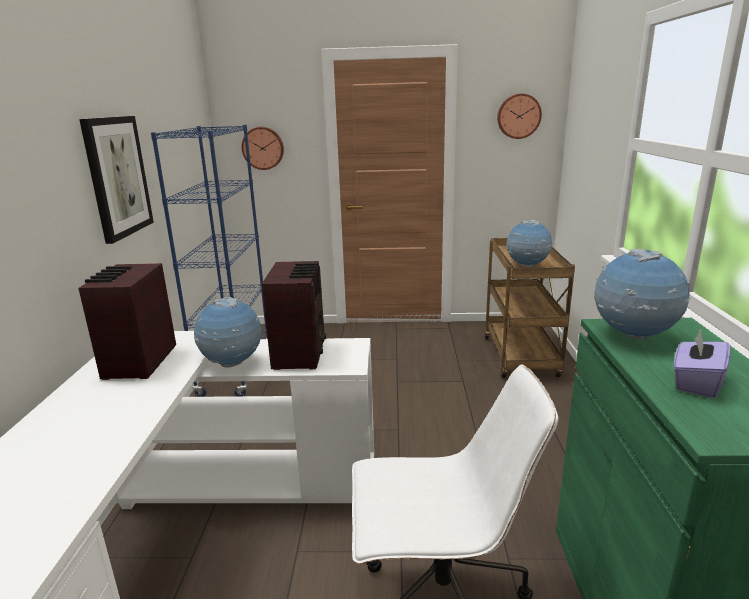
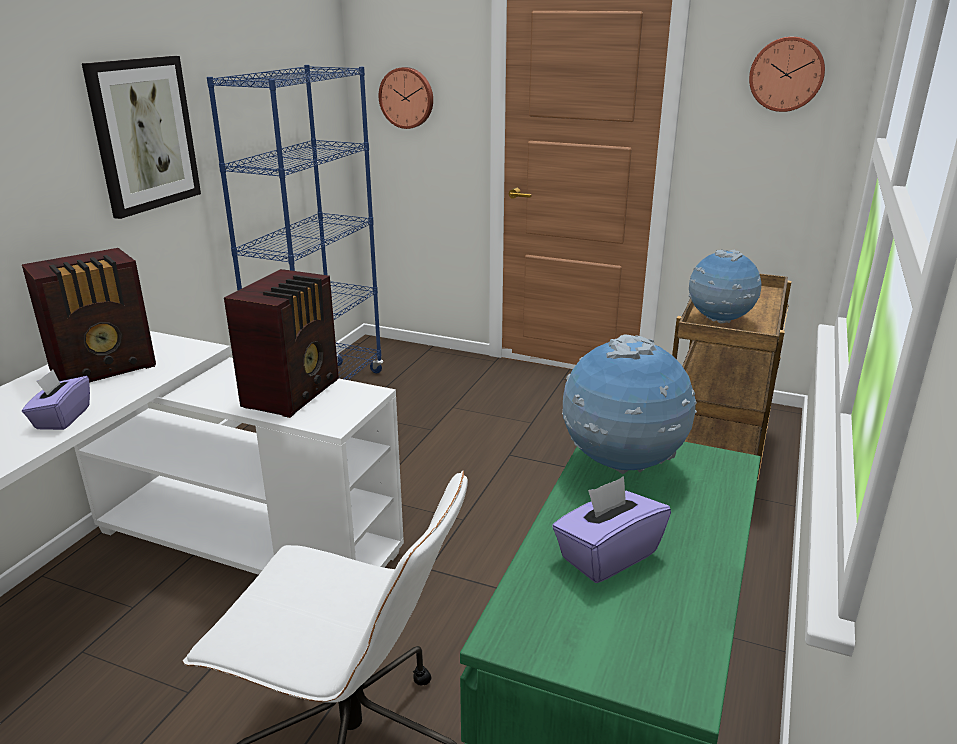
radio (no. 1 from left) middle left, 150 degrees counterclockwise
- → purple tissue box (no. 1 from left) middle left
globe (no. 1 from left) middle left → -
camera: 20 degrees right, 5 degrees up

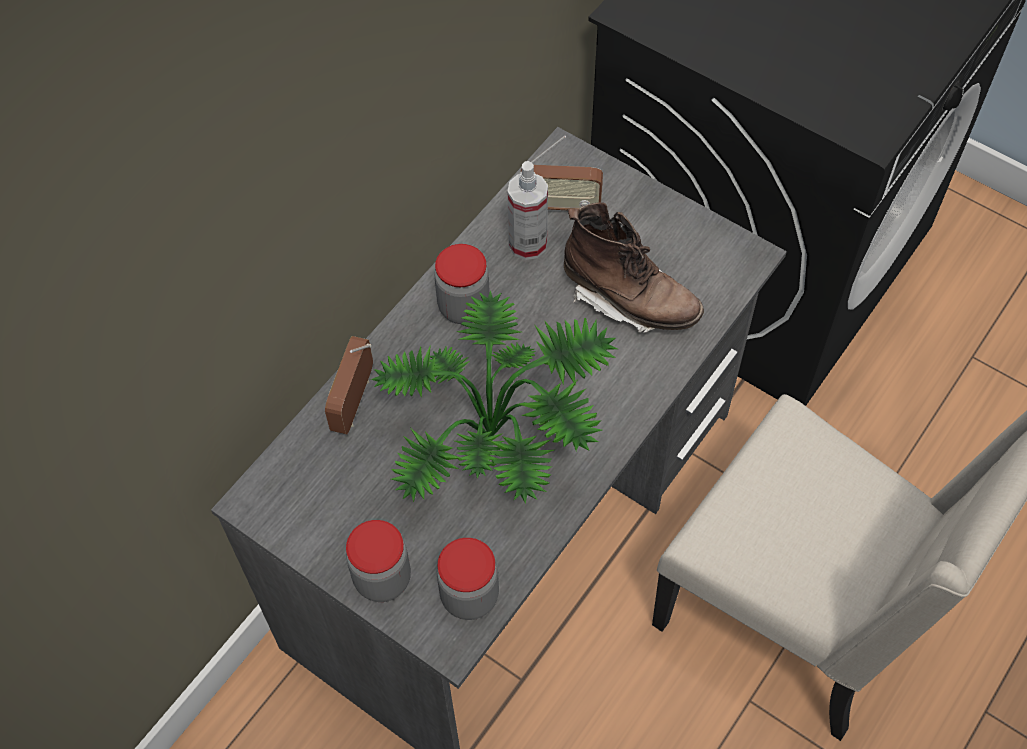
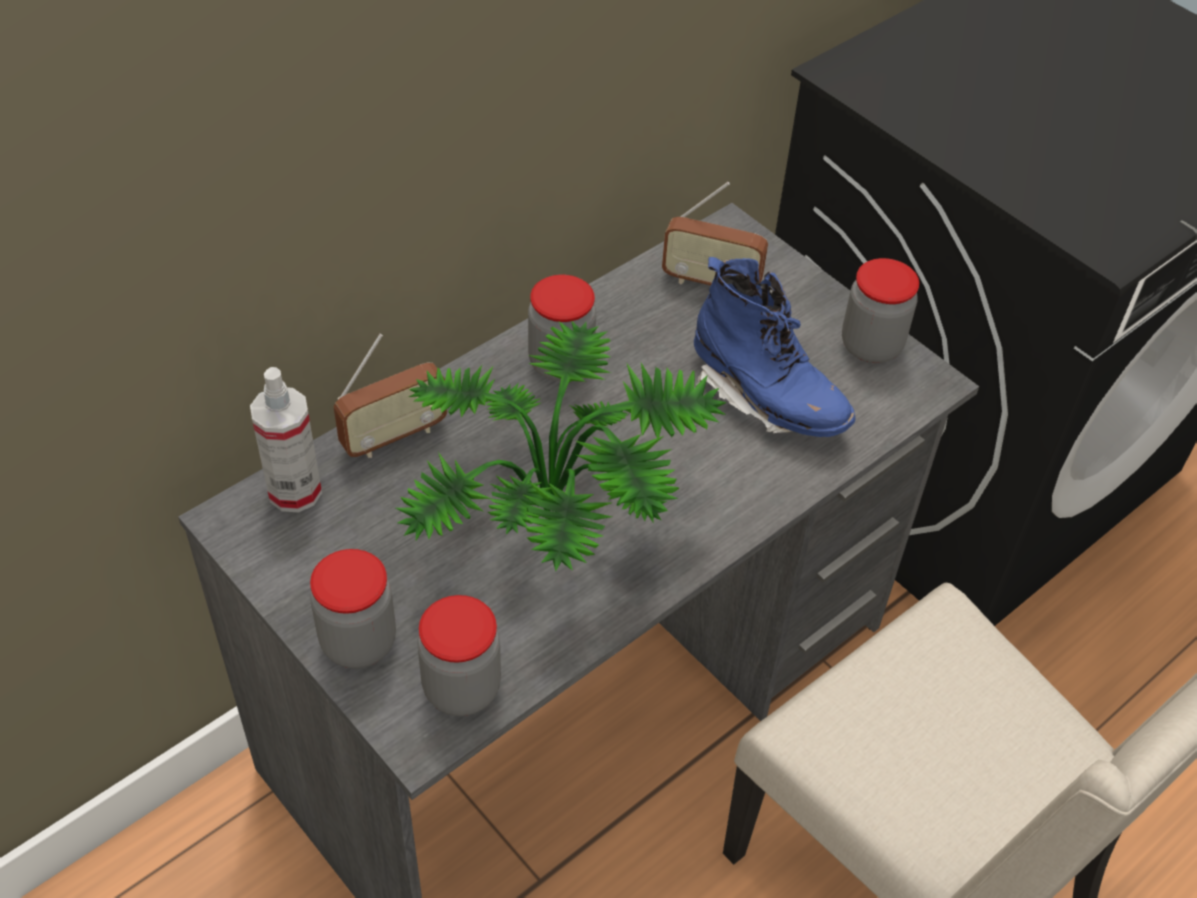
spray bottle top centre → spray bottle middle left, relocated
radio (no. 1 from left) centre → radio (no. 1 from left) middle left, 150 degrees counterclockwise
brown boot centre → blue boot centre
- → jar (no. 4 from left) middle right
camera: 10 degrees right, 10 degrees down

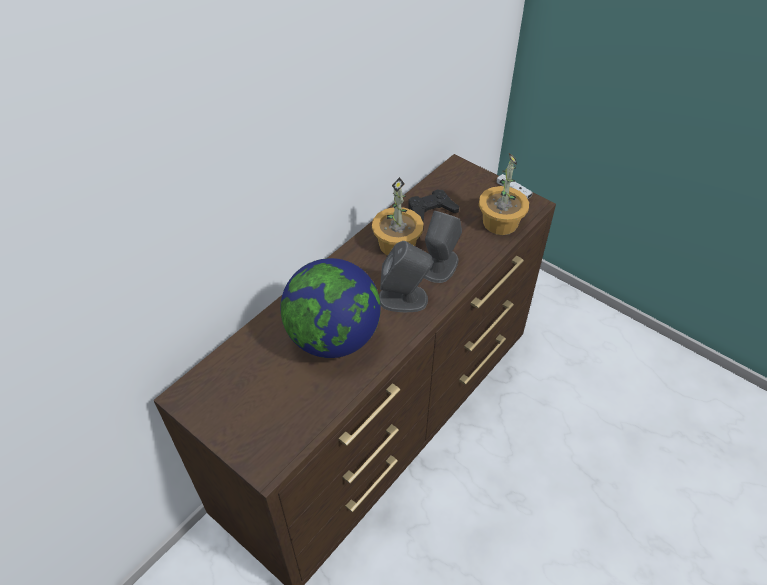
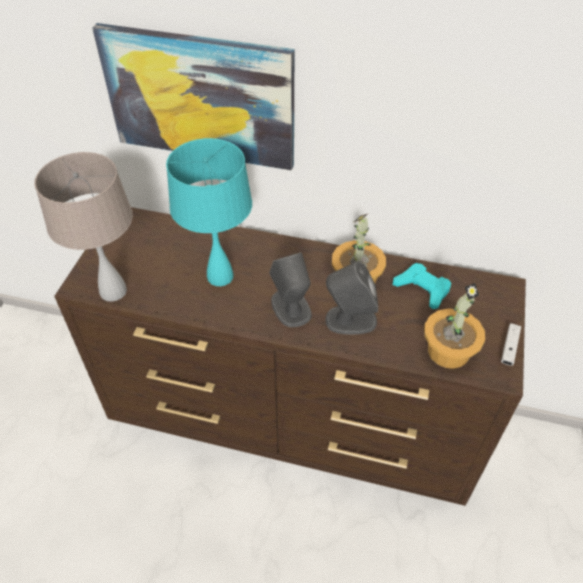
- → beige table lamp middle left
- → picture top left
globe centre → turquoise table lamp centre
black game controller centre → turquoise game controller middle right
camera: 65 degrees right, 0 degrees up

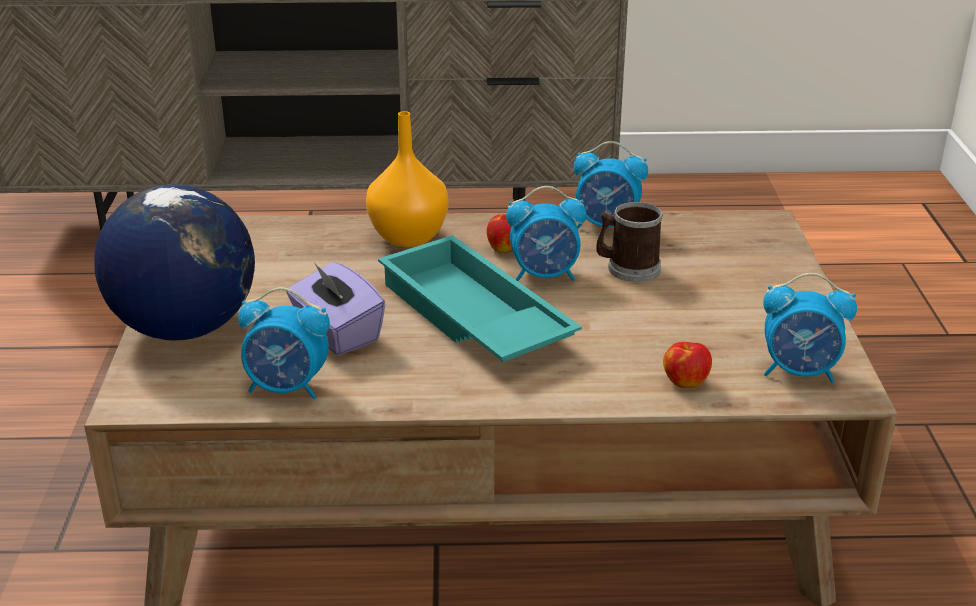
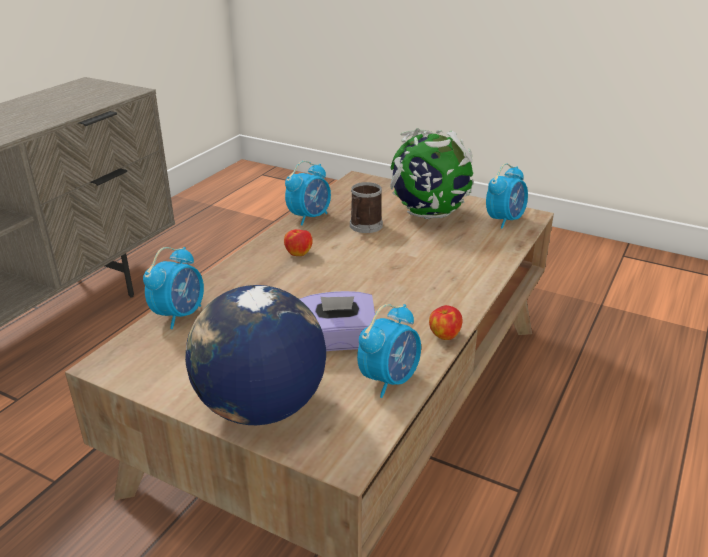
alarm clock (no. 2 from left in the first image) centre → alarm clock (no. 1 from left) middle left, relocated
- → globe (no. 2 from left) top centre
apple (no. 2 from left) middle right → apple (no. 2 from left) centre, relocated
orange vase top centre → -
turquoise tray centre → -
camera: 60 degrees left, 0 degrees up

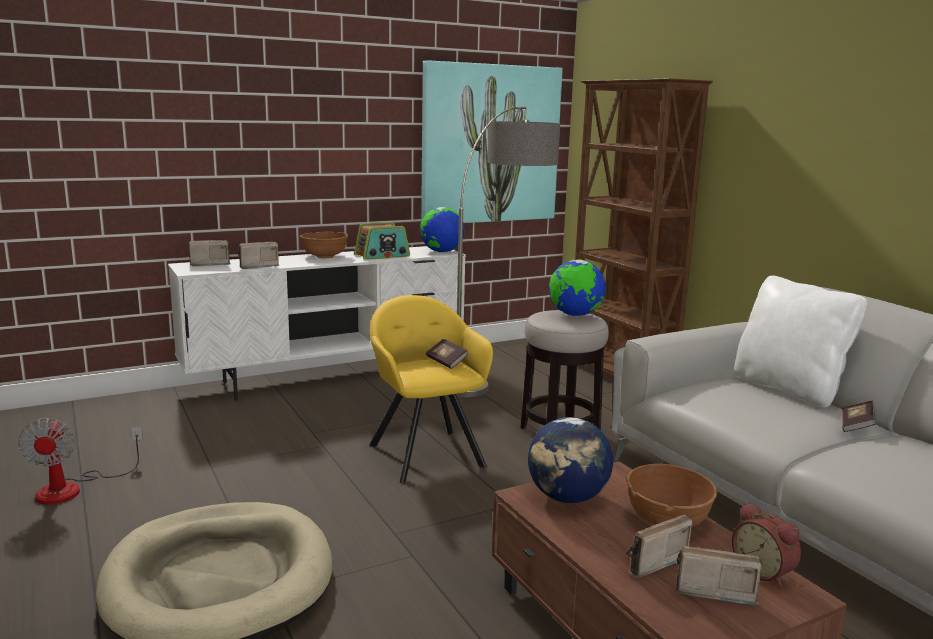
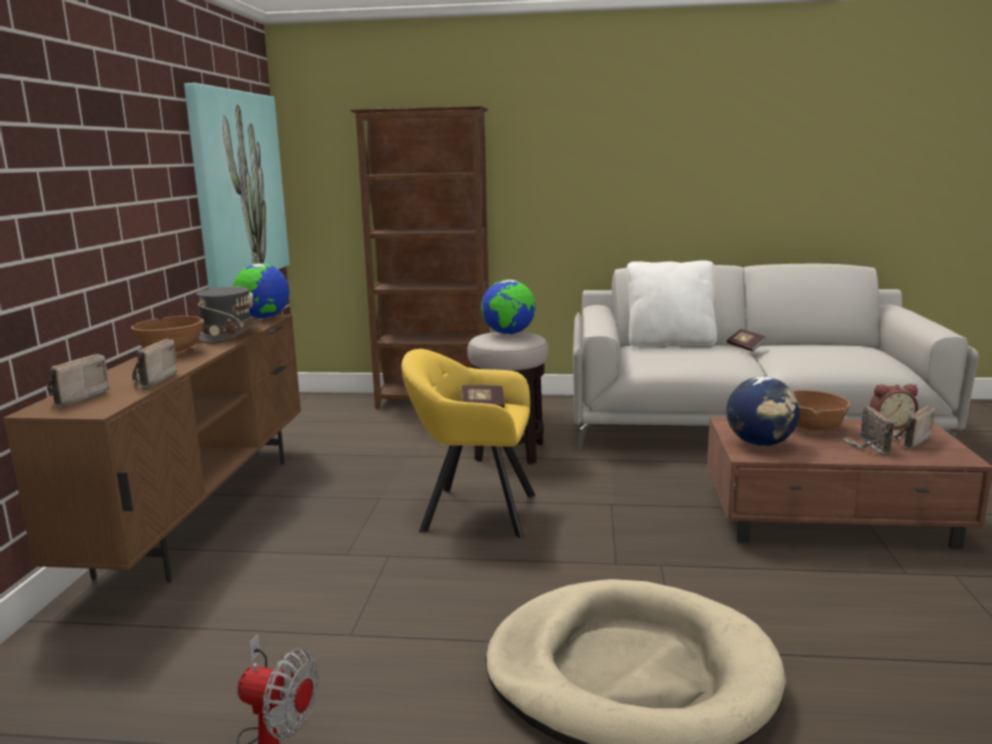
white tv stand centre → brown tv stand middle left
radio (no. 3 from left) centre → grey hat middle left
floor lamp centre → -
camera: 55 degrees left, 0 degrees up

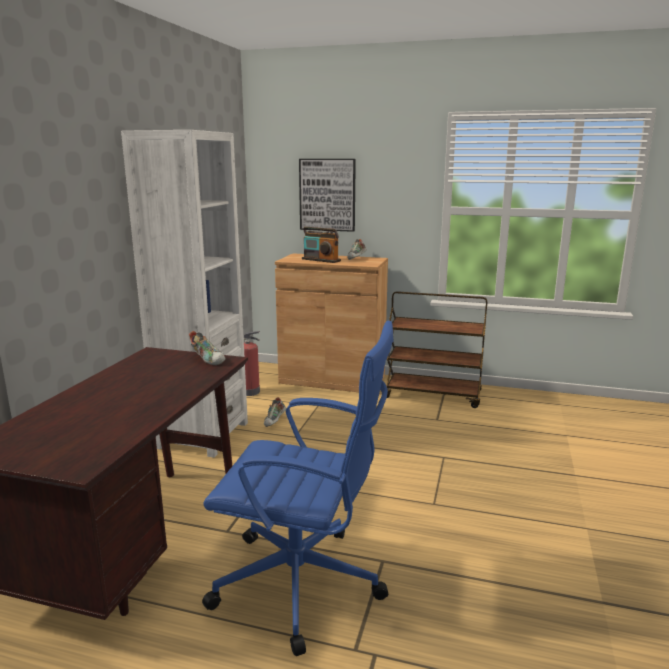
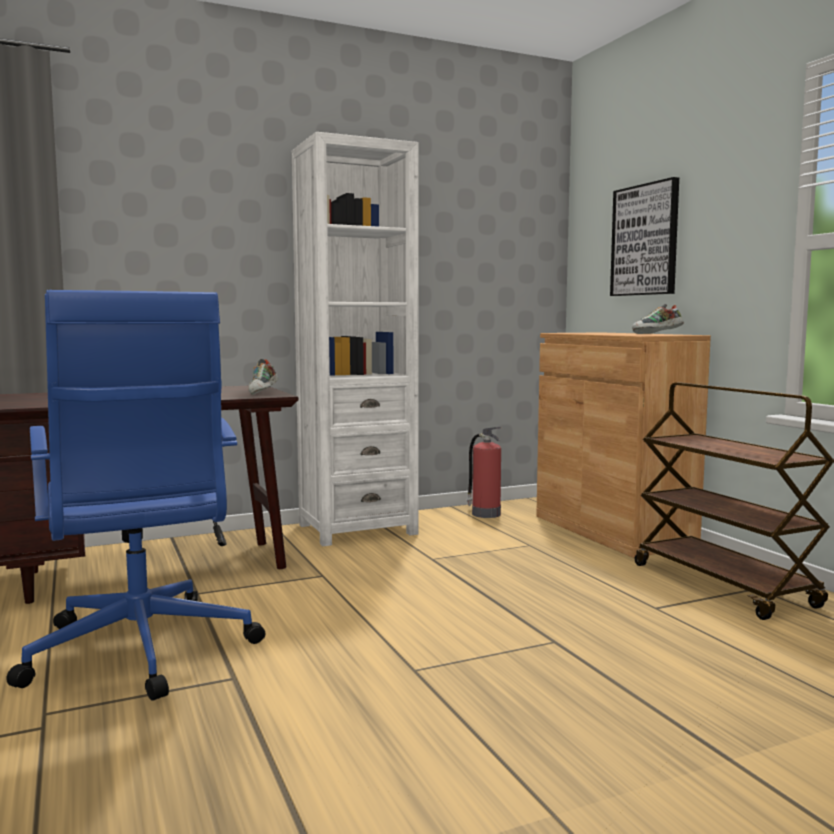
shoe (no. 2 from left) centre → -
radio centre → -
camera: 50 degrees right, 10 degrees down

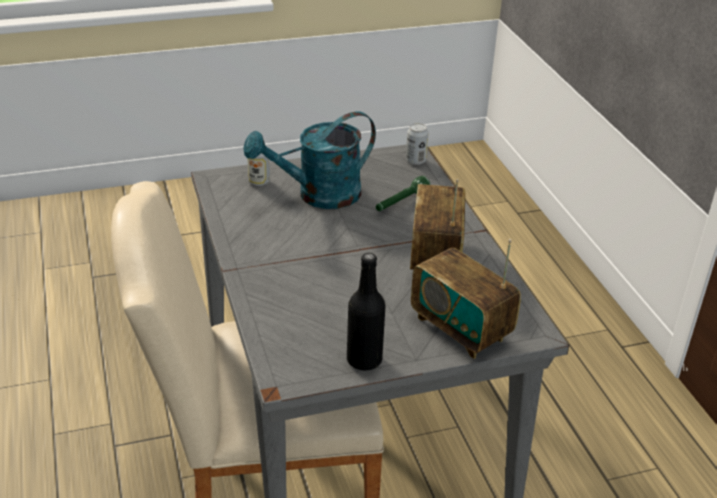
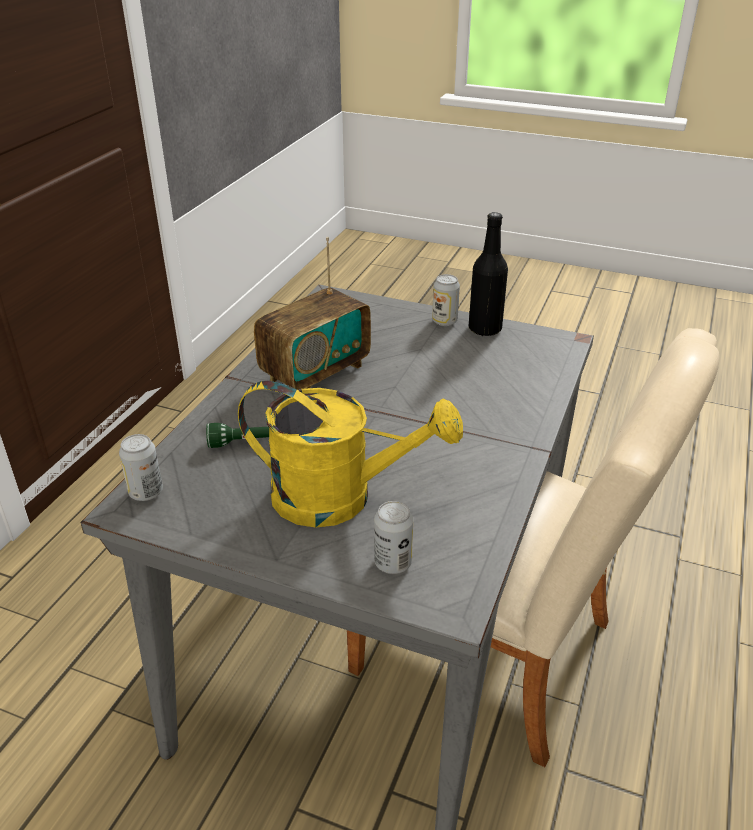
turquoise watering can top centre → yellow watering can centre
- → can (no. 3 from left) centre
radio (no. 2 from left) centre → -
camera: 140 degrees left, 0 degrees up

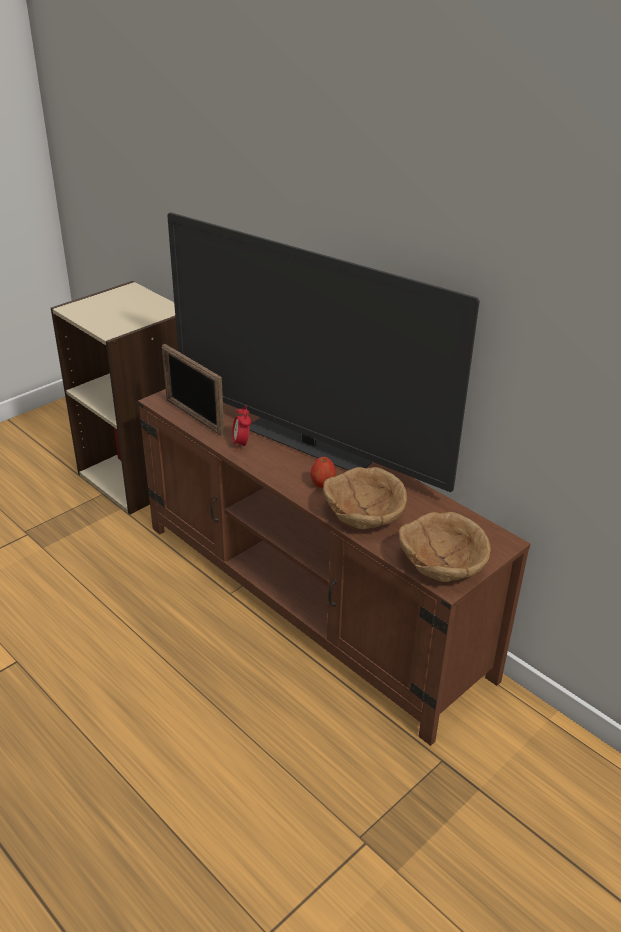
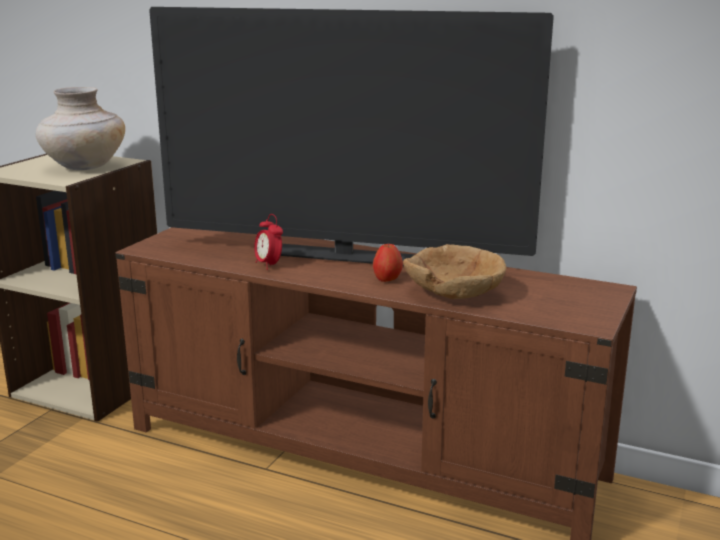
- → beige vase top left
picture frame middle left → -
brown bowl (no. 2 from left) middle right → -
camera: 20 degrees left, 15 degrees down

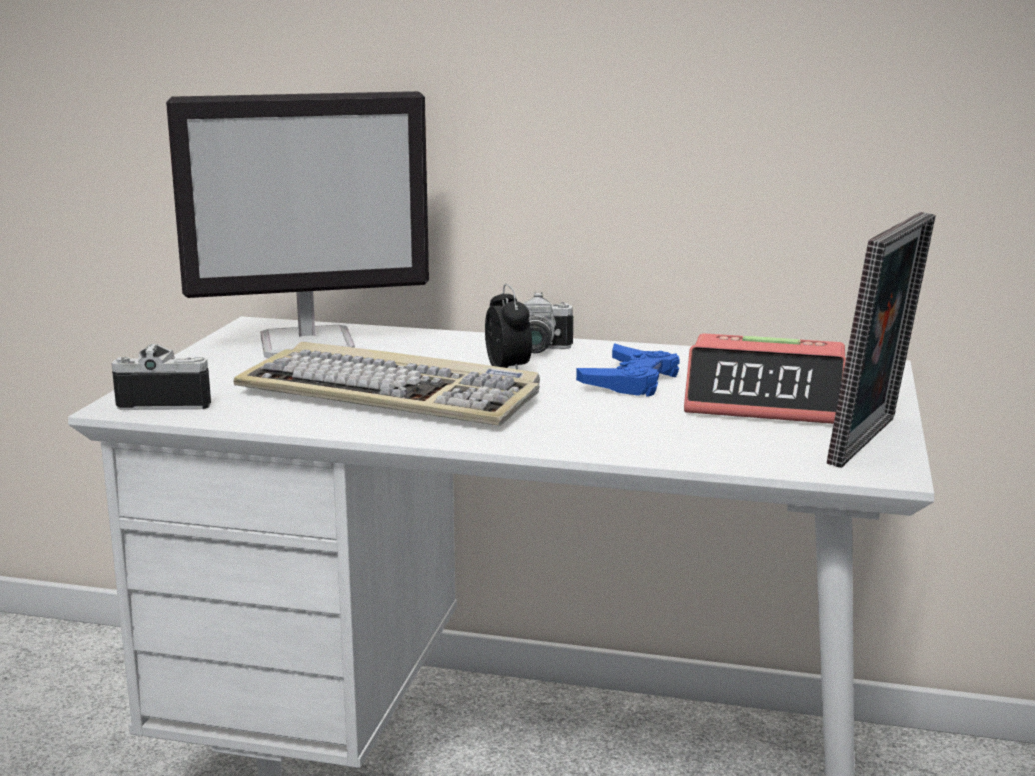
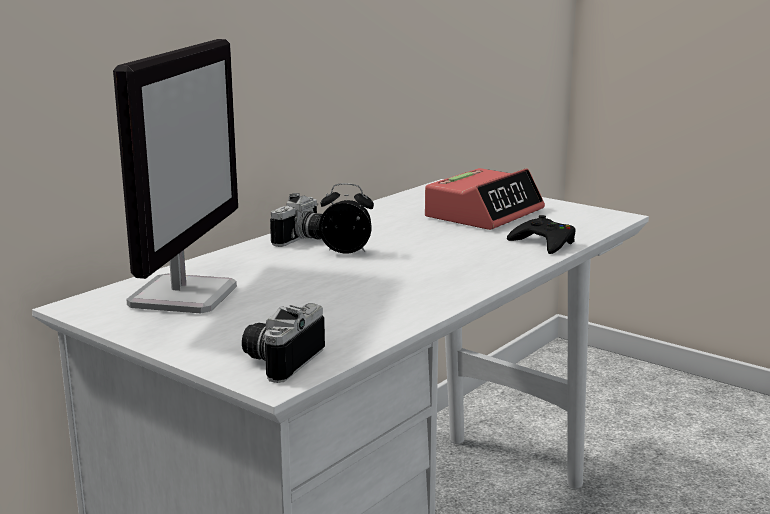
- → black game controller middle right
keyboard centre → -
blue game controller centre → -
picture frame middle right → -
camera: 65 degrees left, 0 degrees up

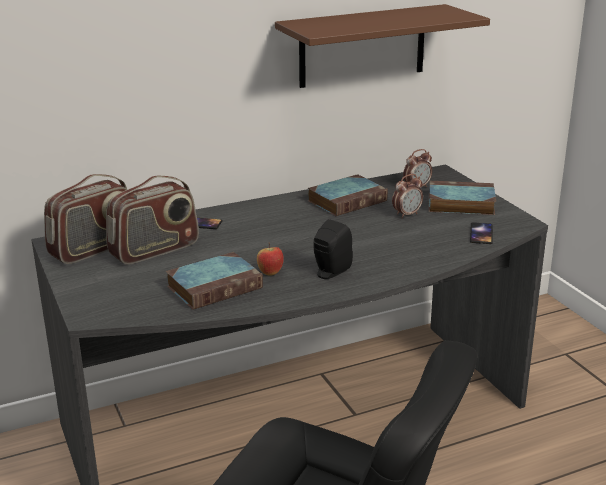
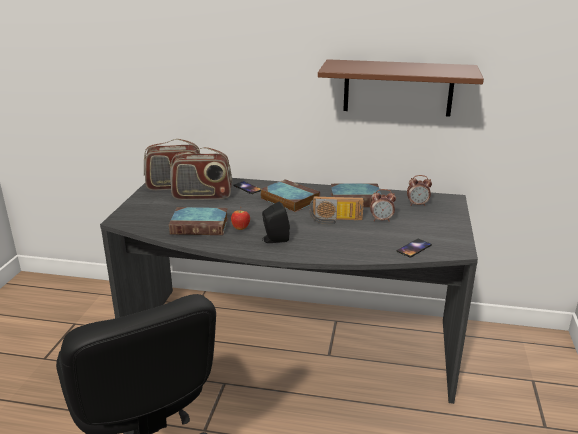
book (no. 3 from left in the first image) middle right → book (no. 2 from left) centre, relocated
- → radio (no. 3 from left) centre
camera: 35 degrees right, 0 degrees up

